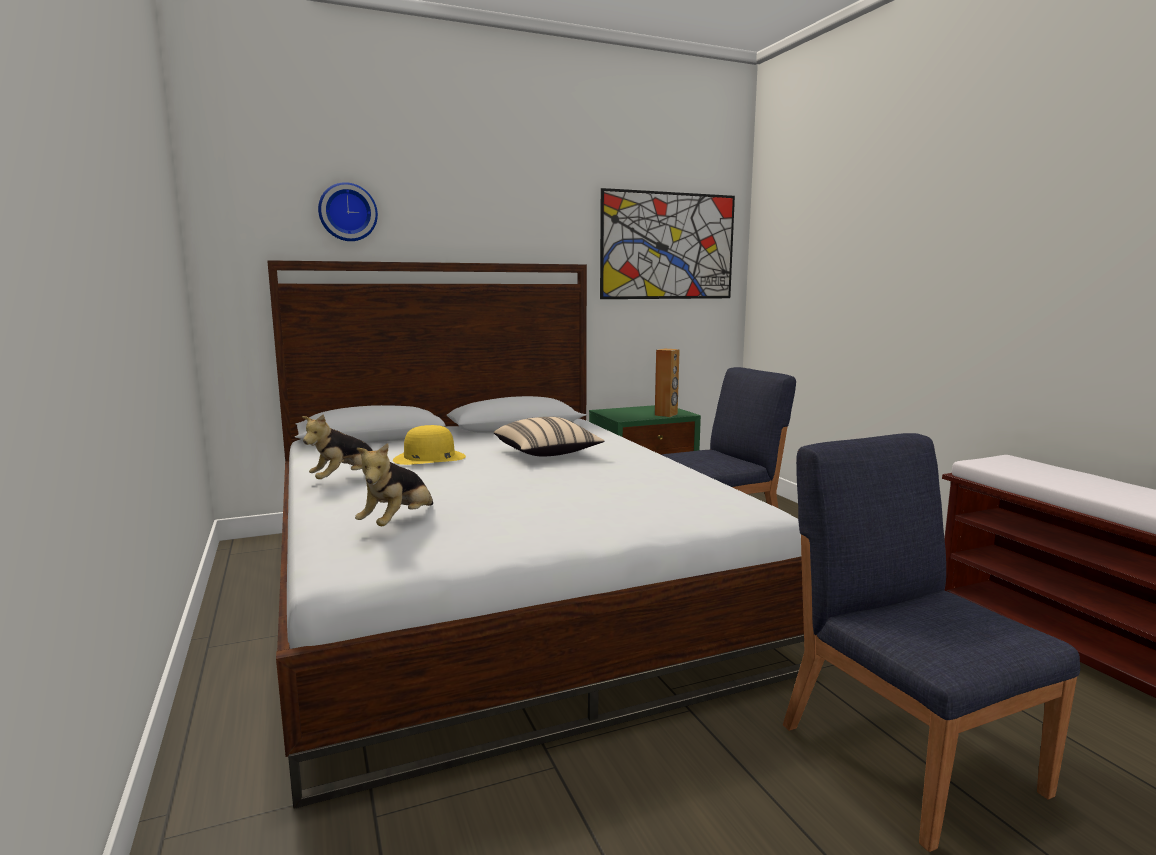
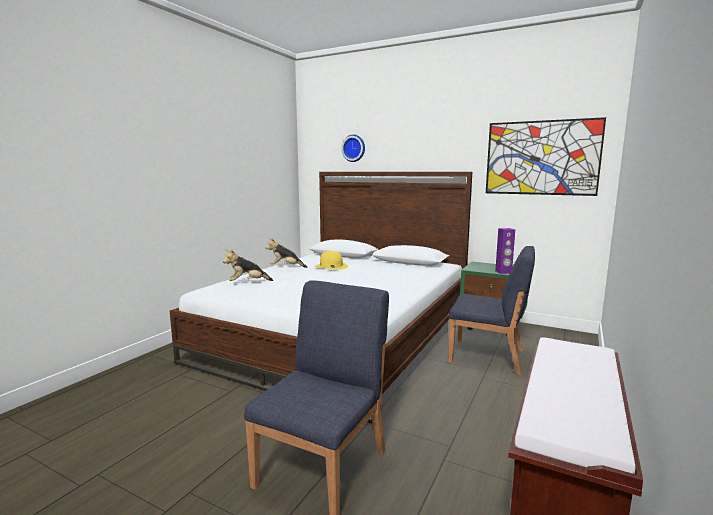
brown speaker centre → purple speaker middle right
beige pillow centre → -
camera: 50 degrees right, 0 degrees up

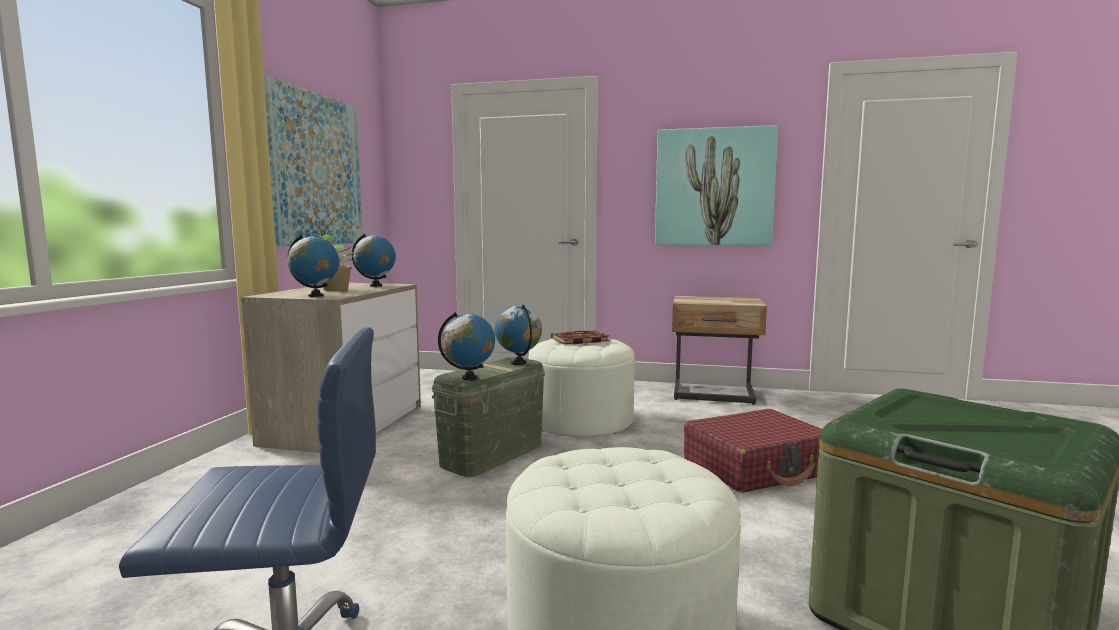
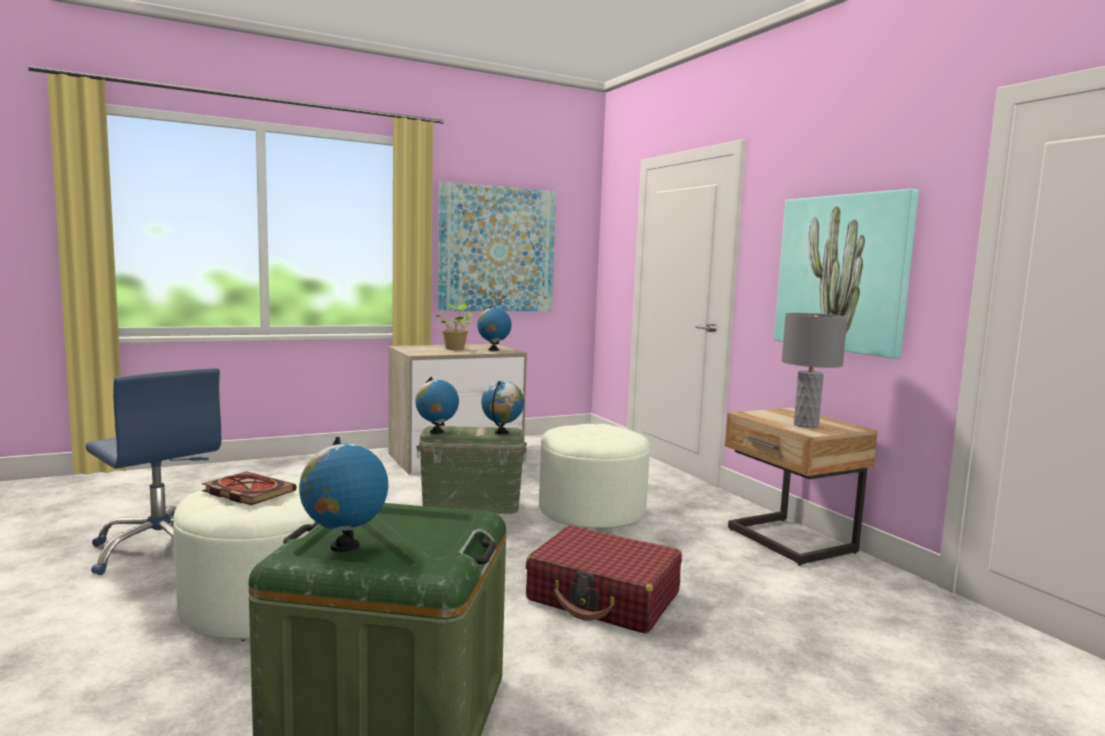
book centre → book middle left, relocated
globe (no. 1 from left) middle left → globe (no. 1 from left) bottom left, relocated
- → grey table lamp middle right
camera: 50 degrees right, 0 degrees up

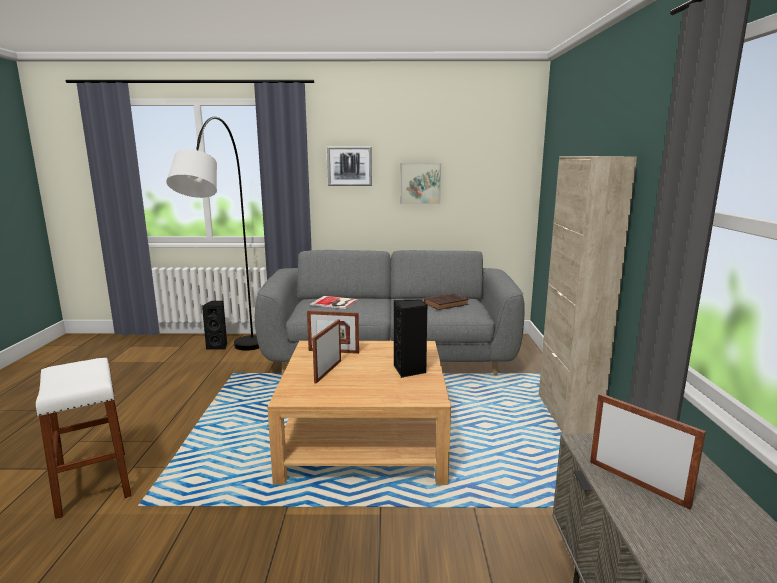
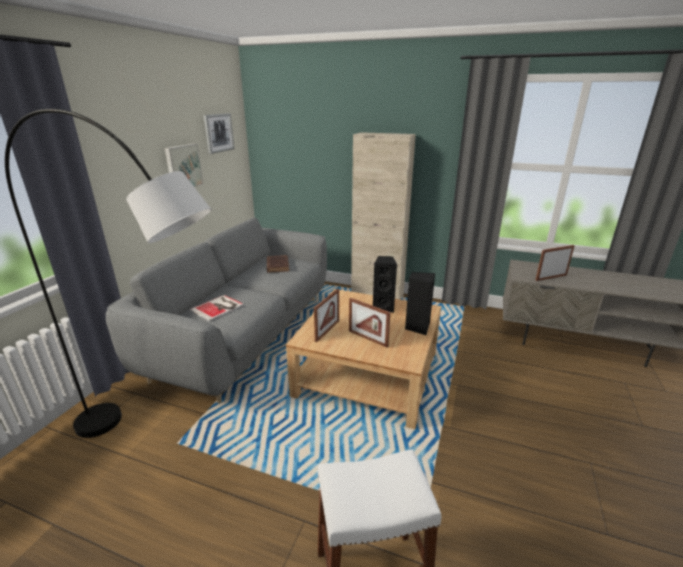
picture (no. 1 from left in the first image) top centre → picture (no. 2 from left) top left, relocated
black speaker (no. 1 from left in the first image) middle left → black speaker (no. 2 from left) centre, relocated
camera: 70 degrees left, 10 degrees up

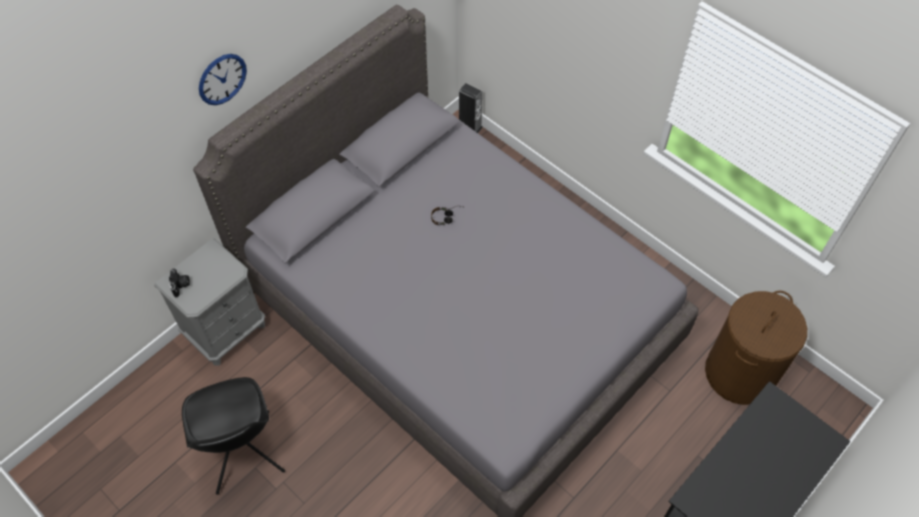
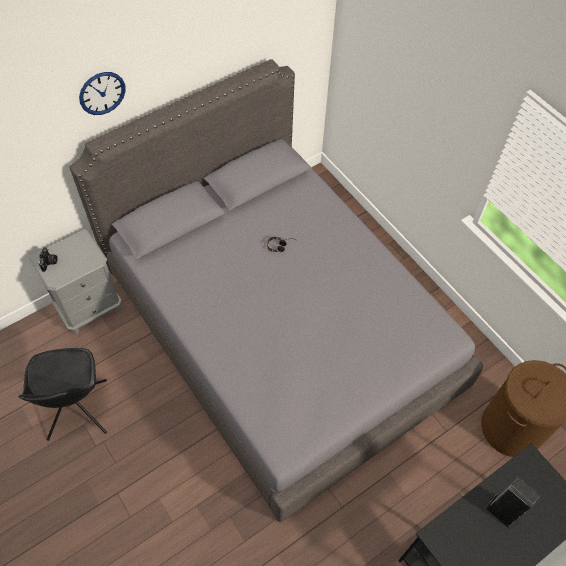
speaker top centre → speaker bottom right, relocated
camera: 10 degrees right, 0 degrees up

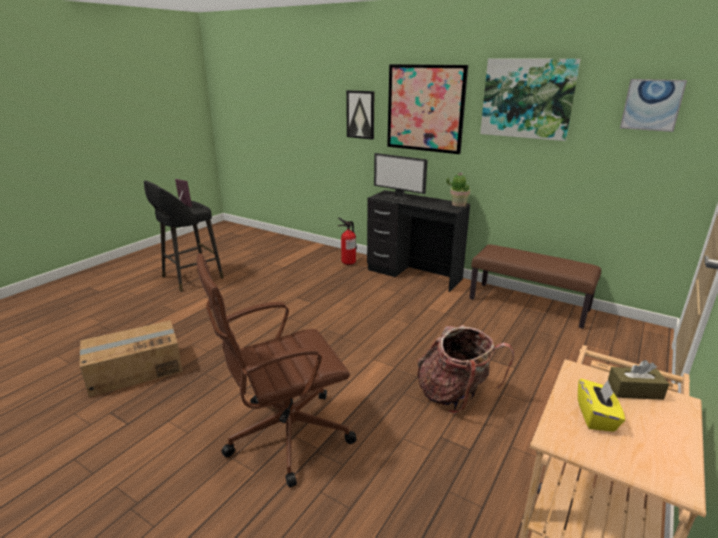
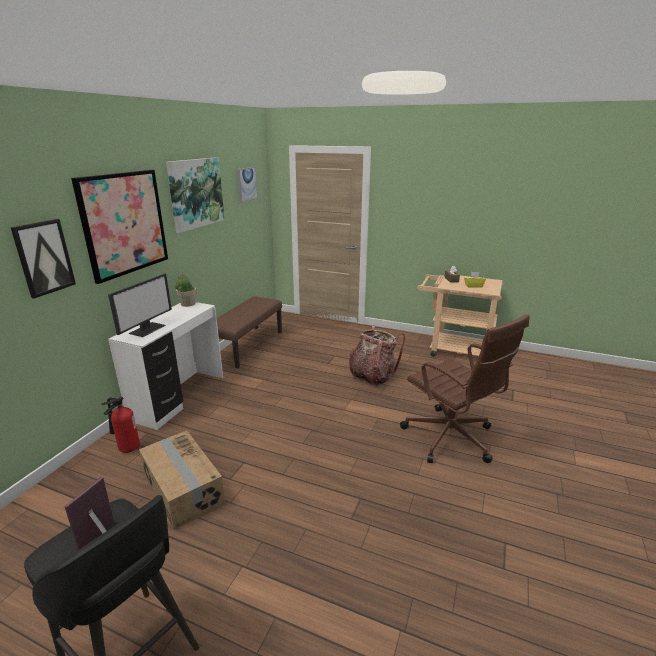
black desk centre → white desk middle left
cardboard box middle left → cardboard box bottom left, relocated
camera: 100 degrees left, 0 degrees up

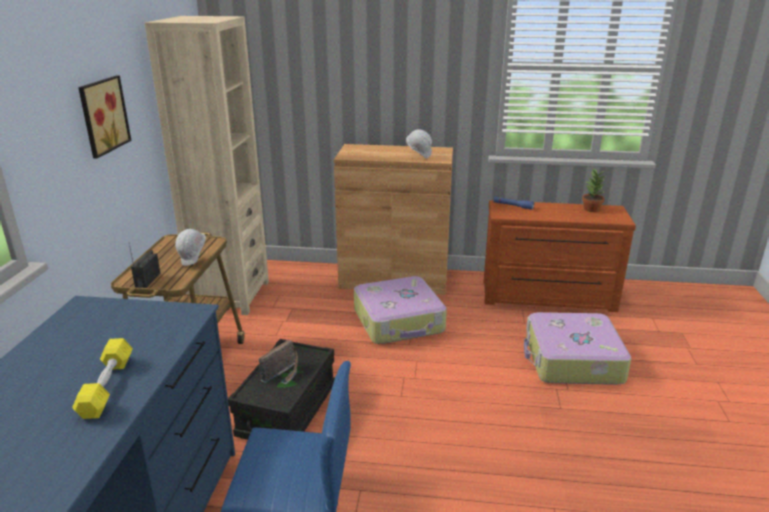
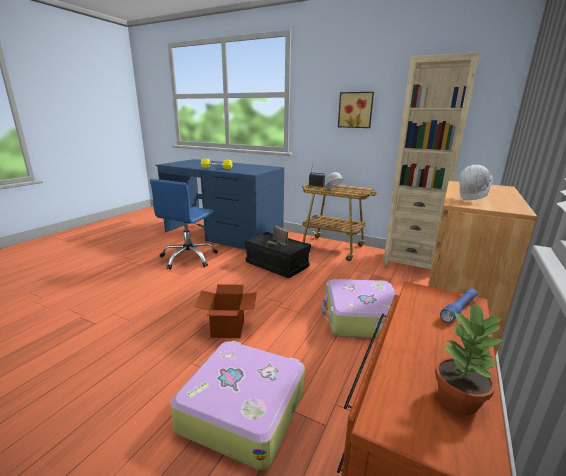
- → cardboard box centre
camera: 110 degrees right, 5 degrees down

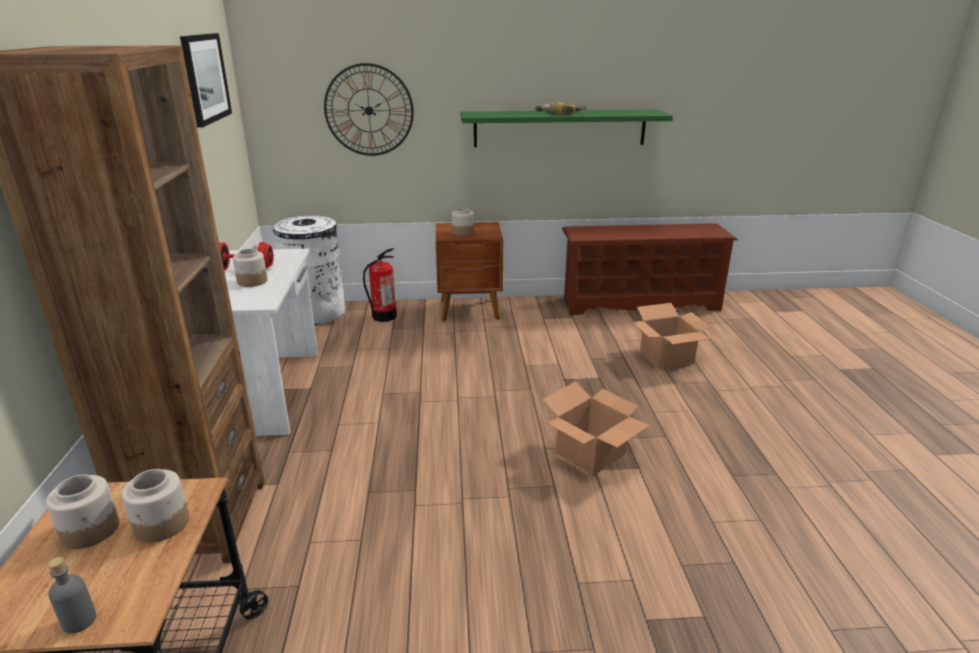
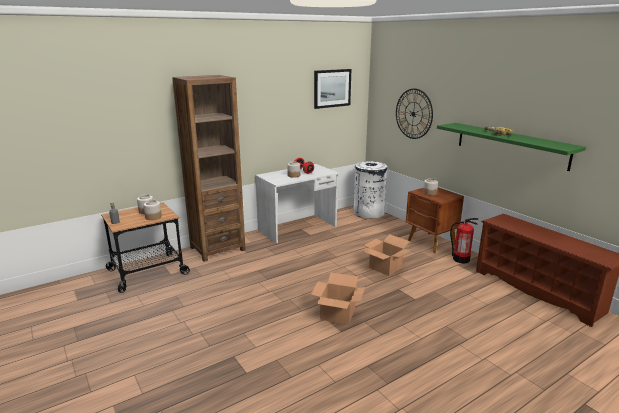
cardboard box (no. 2 from left) middle right → cardboard box (no. 2 from left) centre, relocated
fire extinguisher centre → fire extinguisher middle right, relocated
camera: 60 degrees right, 5 degrees down

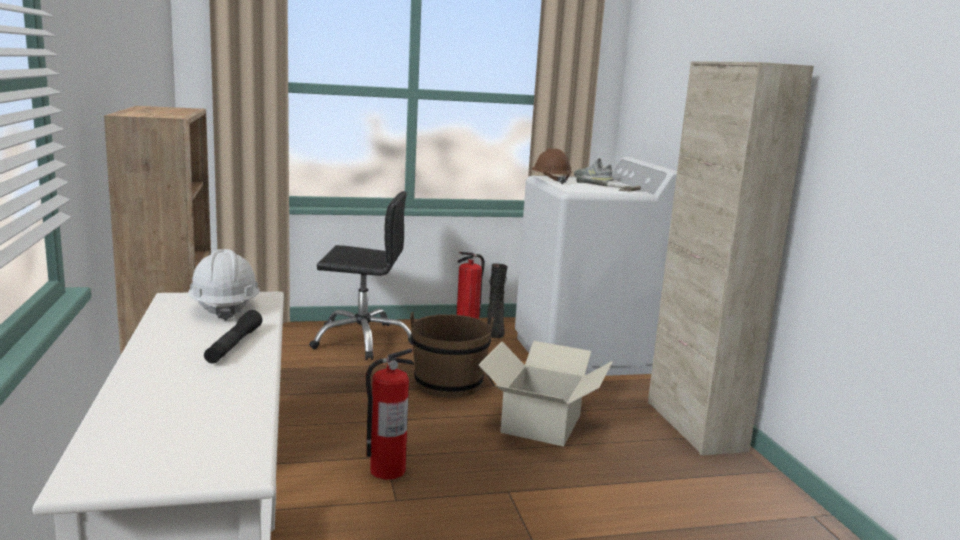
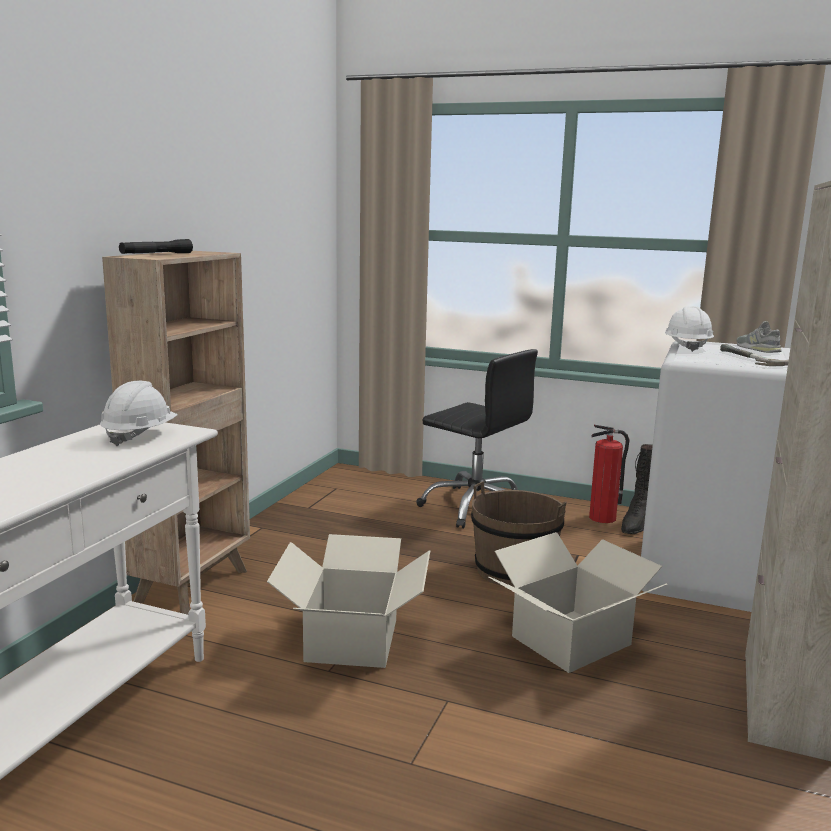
black flashlight middle left → black flashlight top left, relocated
fire extinguisher (no. 1 from left) bottom centre → cardboard box (no. 1 from left) bottom centre
brown hard hat top centre → white hard hat (no. 2 from left) middle right
camera: 35 degrees right, 0 degrees up

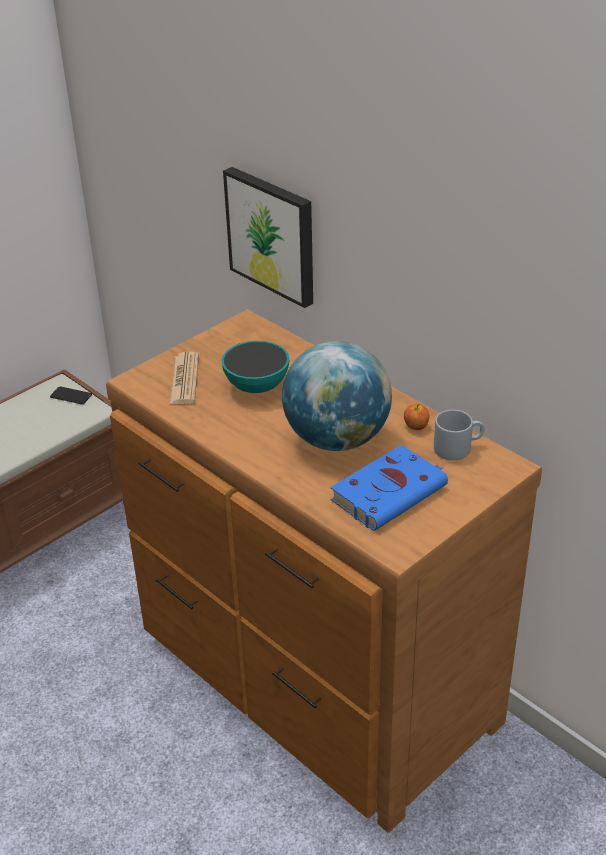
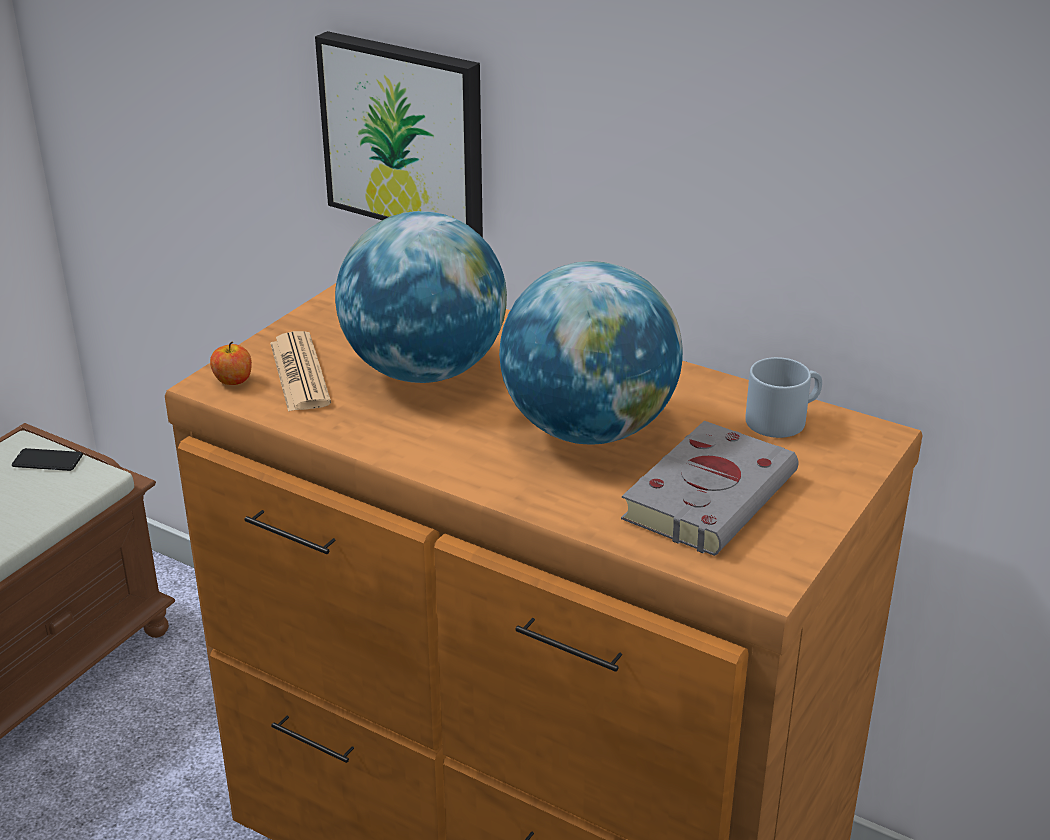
apple middle right → apple middle left, relocated
bowl centre → globe (no. 1 from left) centre
blue book centre → grey book middle right
camera: 15 degrees left, 5 degrees down

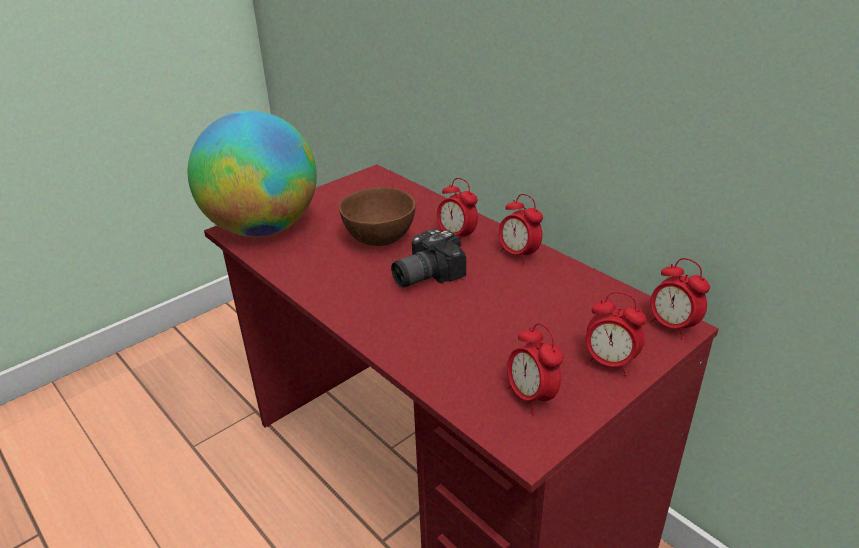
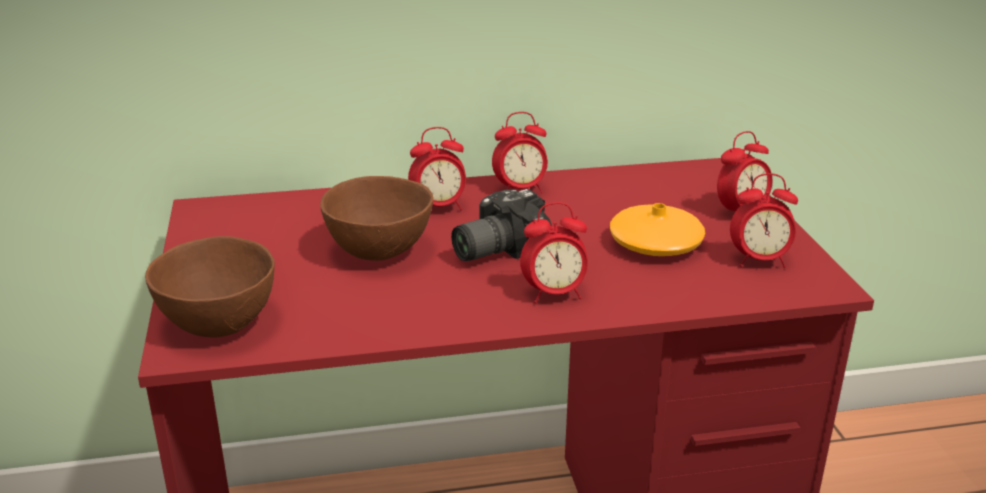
globe top left → brown bowl (no. 1 from left) middle left
photo camera centre, 60 degrees clockwise
alarm clock (no. 5 from left in the first image) middle right → alarm clock (no. 3 from left) centre, relocated
- → orange vase centre
camera: 60 degrees left, 5 degrees down

